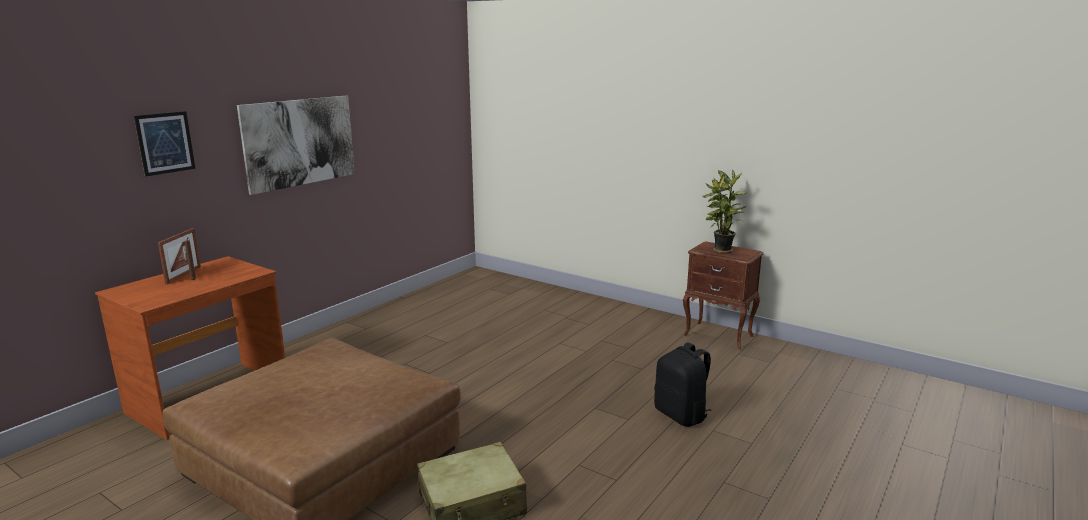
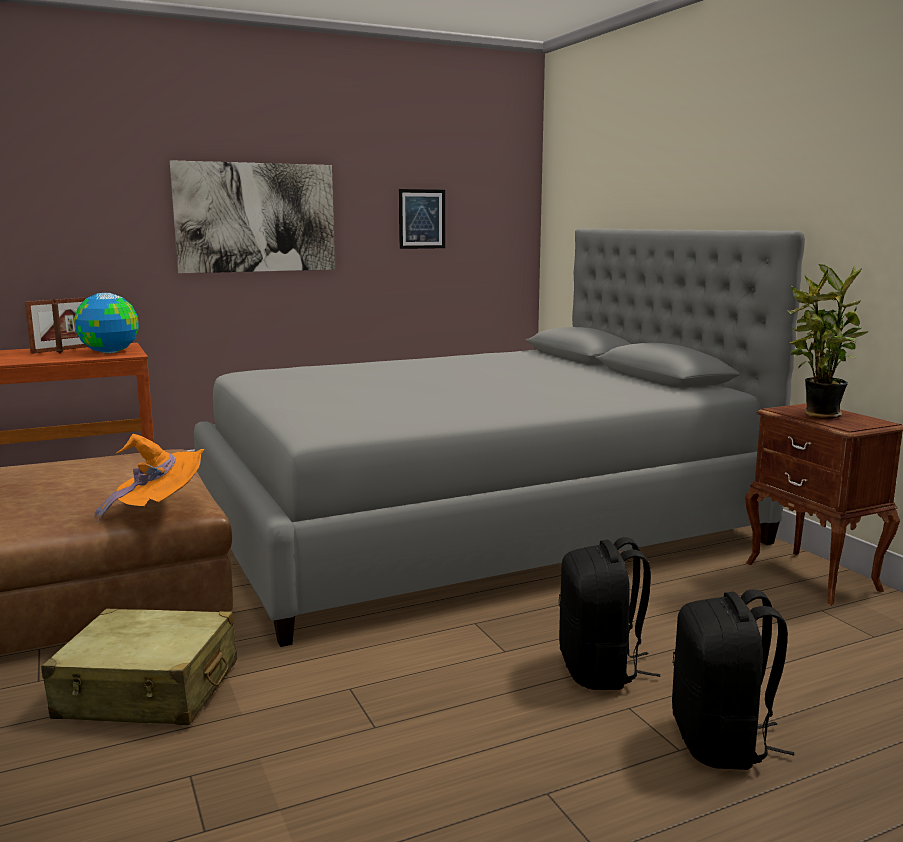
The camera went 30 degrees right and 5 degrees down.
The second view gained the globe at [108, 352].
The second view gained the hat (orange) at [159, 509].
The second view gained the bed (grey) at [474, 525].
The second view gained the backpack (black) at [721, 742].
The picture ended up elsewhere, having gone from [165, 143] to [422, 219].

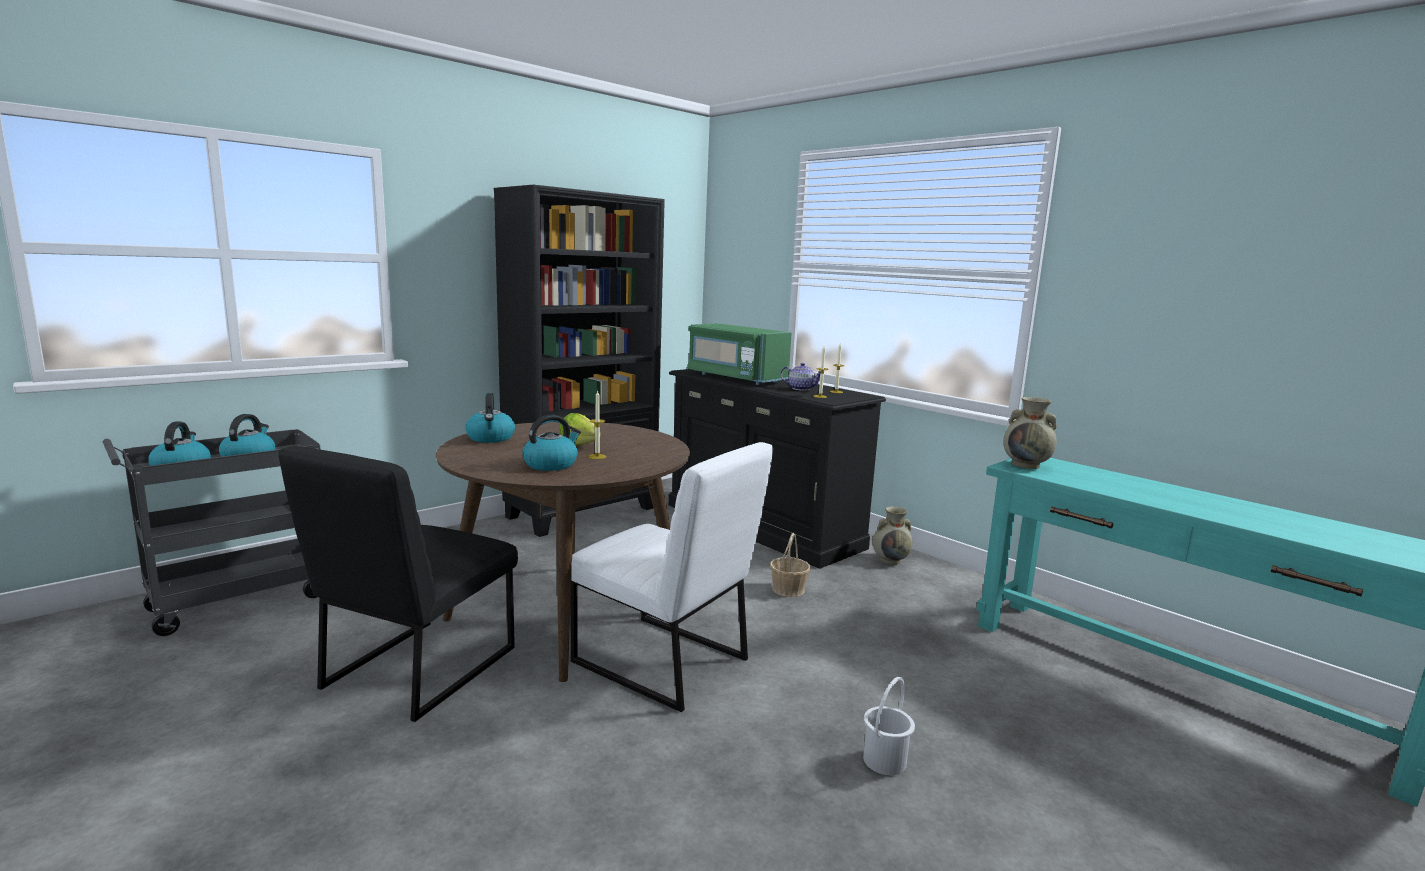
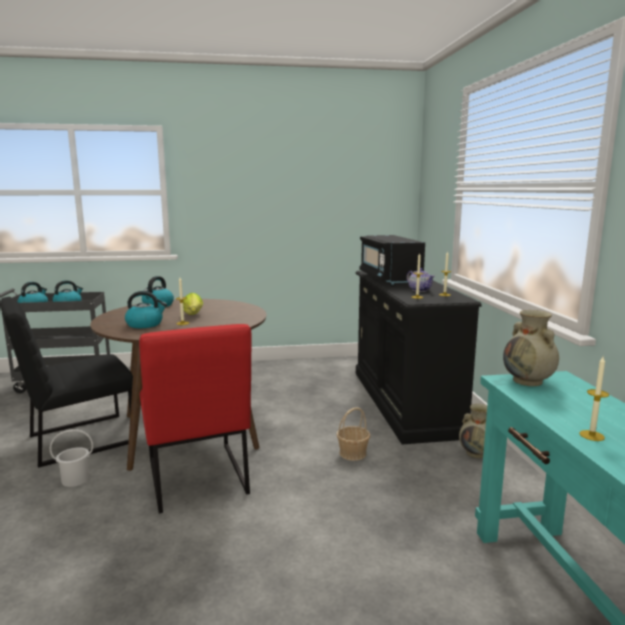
The camera went 35 degrees right and 0 degrees up.
The second view lost the bookcase (black) at [583, 513].
The second view gained the candle at [591, 435].
The bucket (white) ended up elsewhere, having gone from [885, 761] to [75, 479].
What was the chair (white) at [664, 662] turned into the chair (red) at [196, 478].
What was the microwave (green) at [734, 378] turned into the microwave (black) at [389, 278].

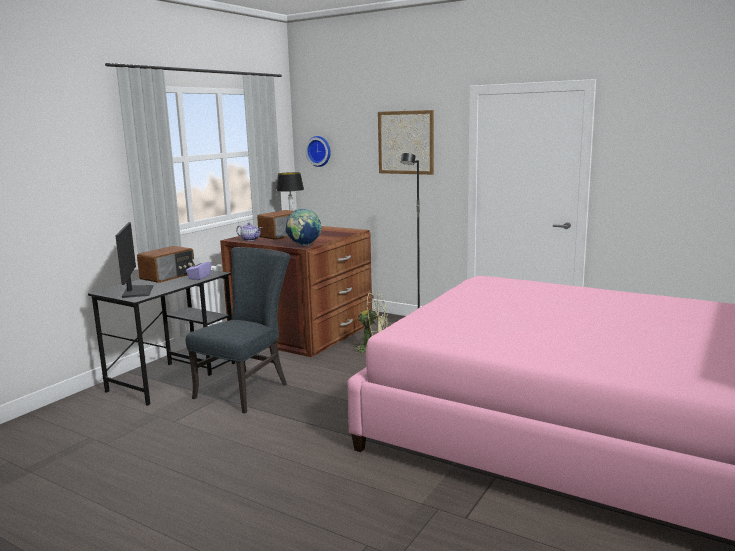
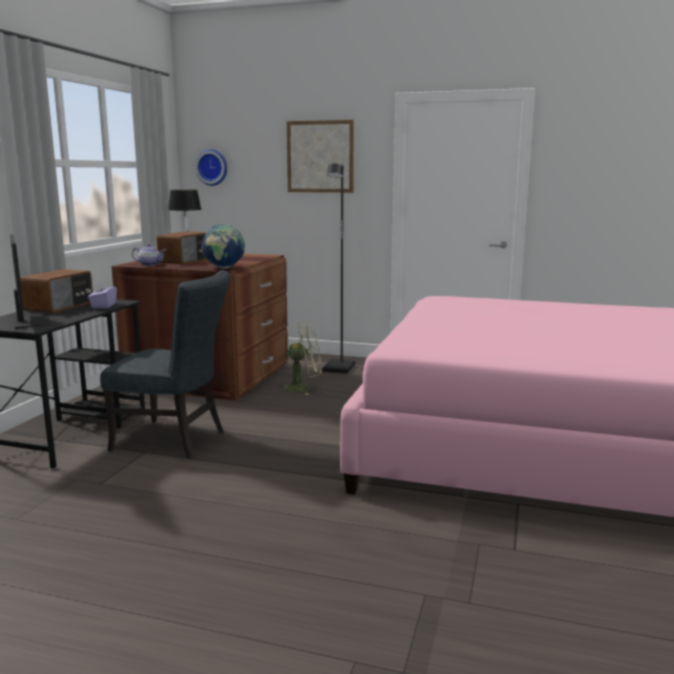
The camera went 15 degrees left and 0 degrees up.
The chair (grey) at [246, 389] ended up facing another way, 90 degrees clockwise from before.

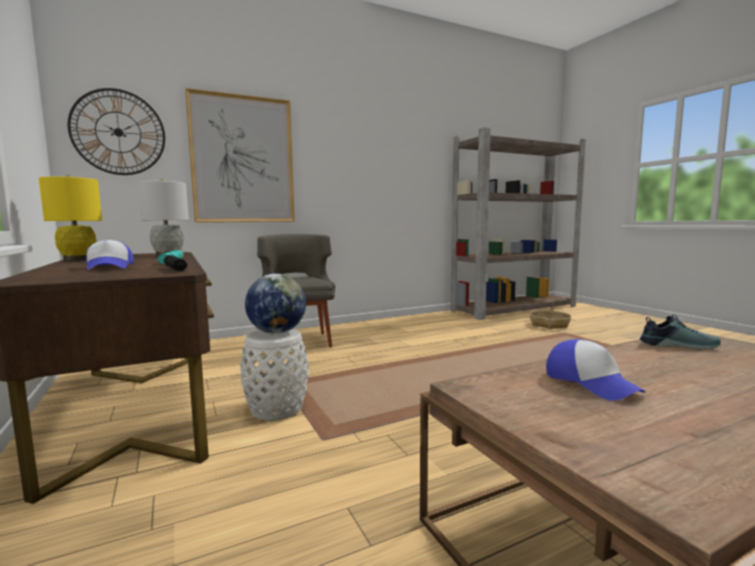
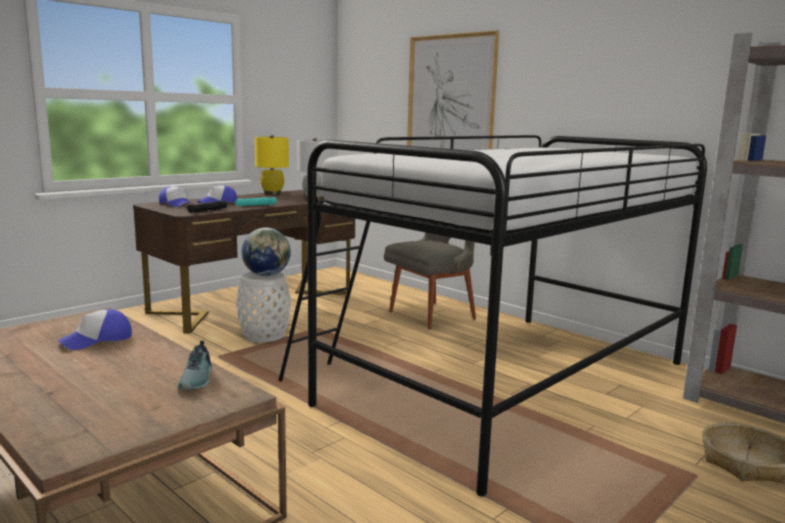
The camera went 70 degrees right and 5 degrees up.
The second view lost the wall clock at [118, 132].
The second view gained the cap at [176, 204].
The second view gained the bed (black) at [505, 382].

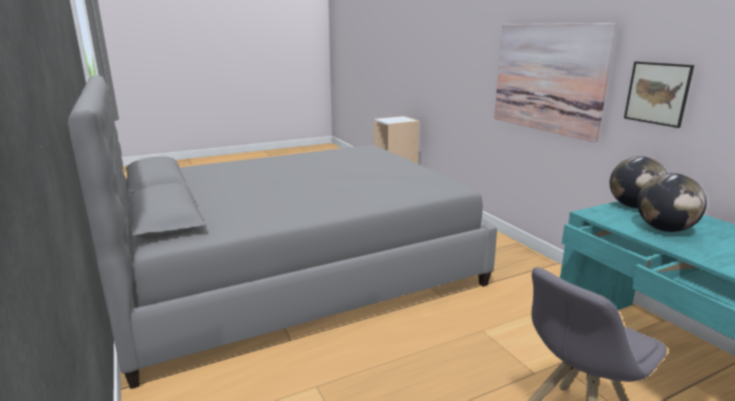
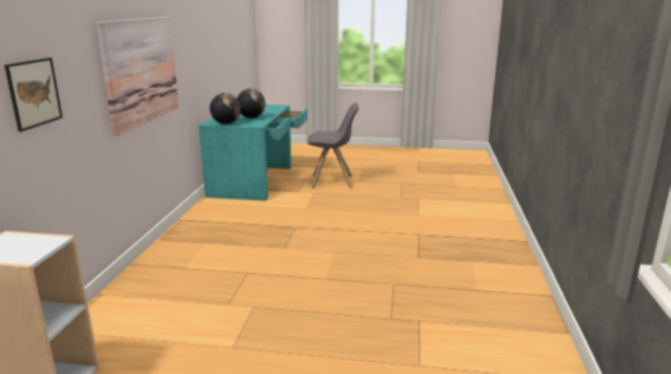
The camera went 145 degrees left and 0 degrees up.
The second view lost the bed (grey) at [295, 271].
The picture ended up elsewhere, having gone from [657, 93] to [34, 93].

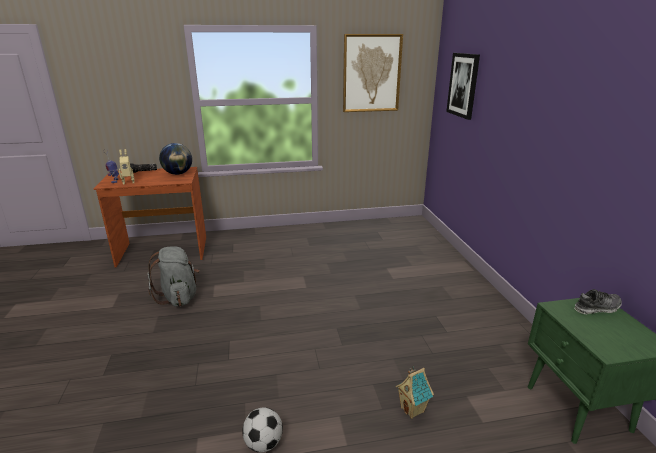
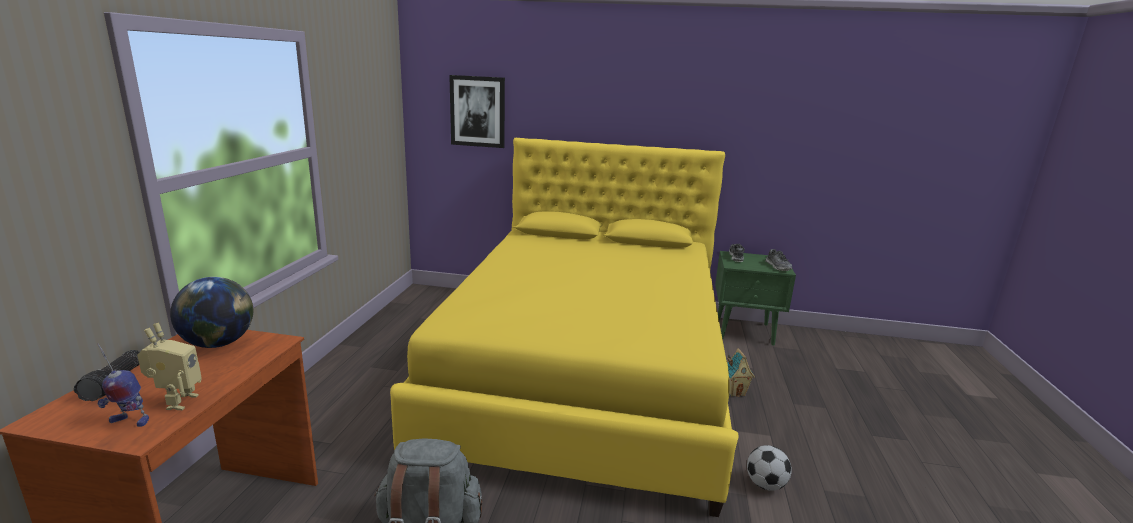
The camera went 70 degrees left and 5 degrees down.
The second view lost the picture at [371, 73].
The second view gained the bed (yellow) at [586, 372].
The second view gained the shoe at [778, 266].

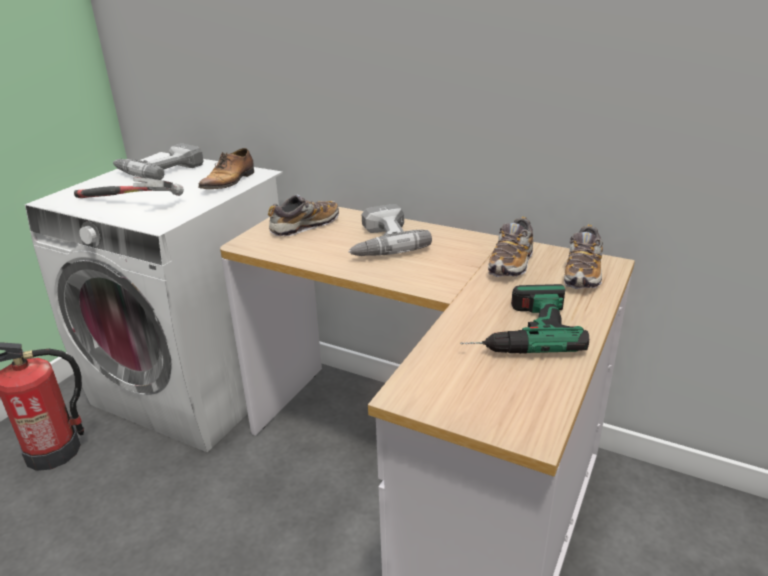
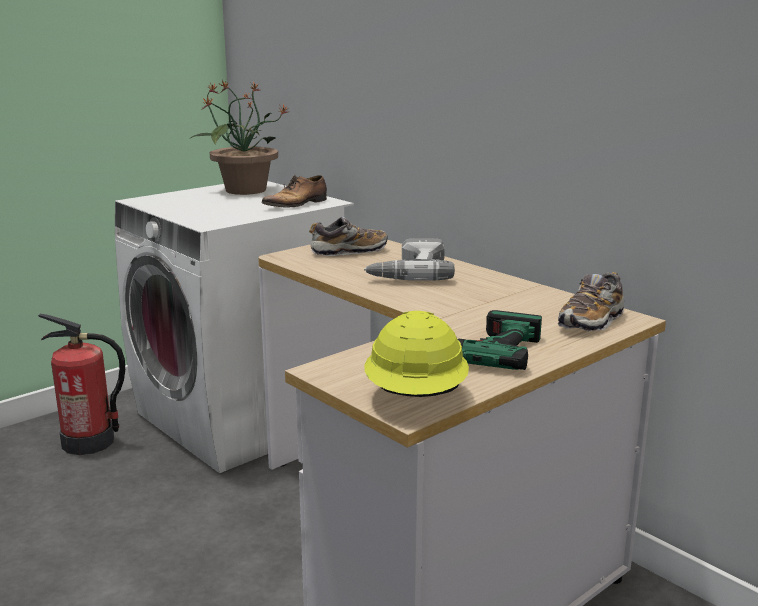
The camera went 20 degrees right and 10 degrees down.
The second view lost the hammer at [129, 203].
The second view lost the shoe at [511, 264].
The second view gained the hard hat (yellow) at [416, 397].
Where the power drill stood at [159, 170], the potted plant came to stand at [244, 190].

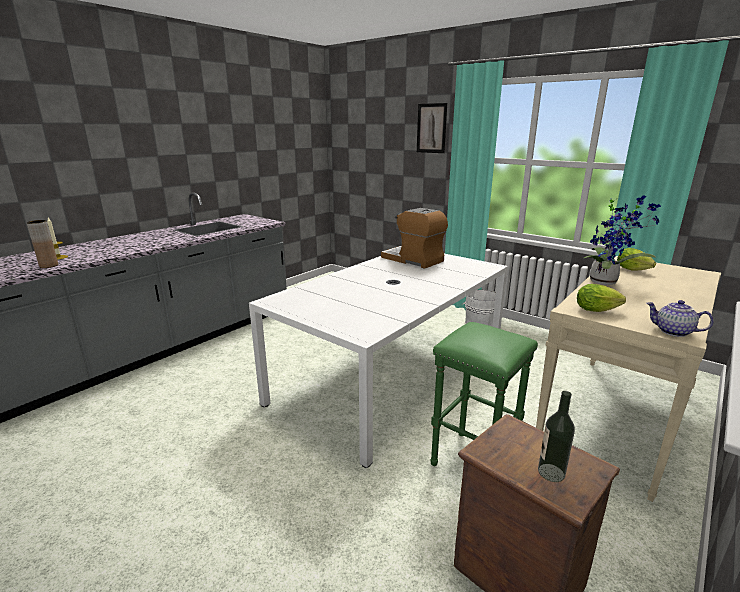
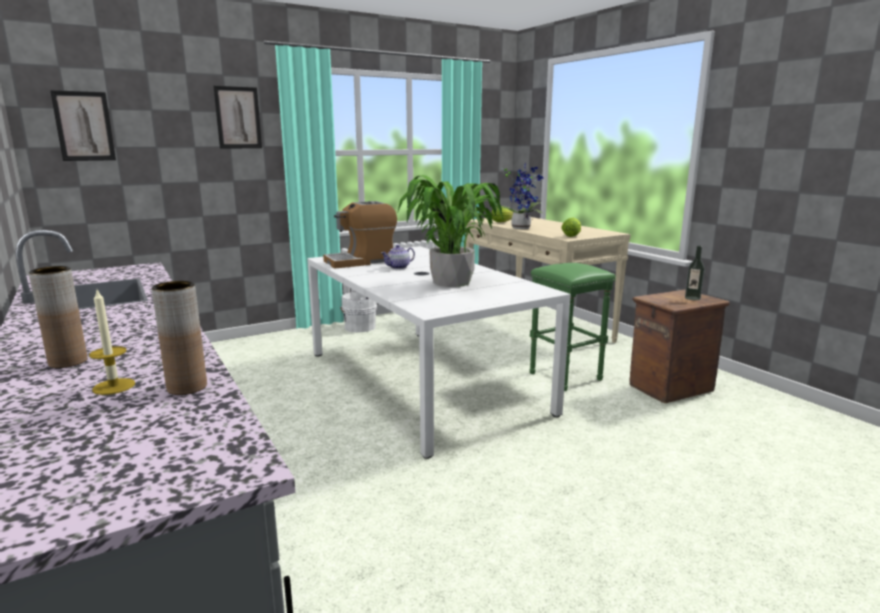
The camera went 70 degrees left and 5 degrees down.
The second view gained the vase (brown) at [68, 362].
The second view gained the picture at [84, 126].
The second view gained the potted plant at [452, 282].
The teapot ended up elsewhere, having gone from [672, 332] to [398, 267].

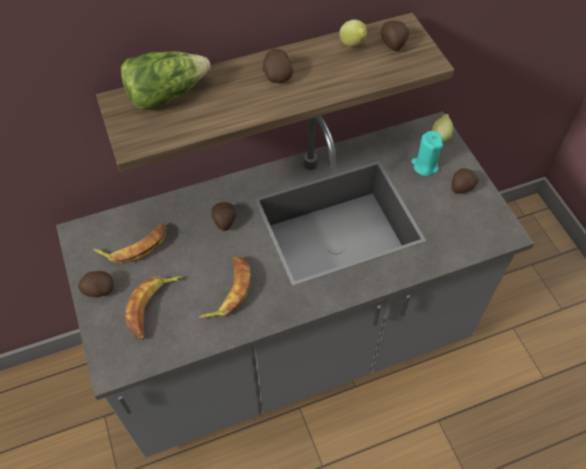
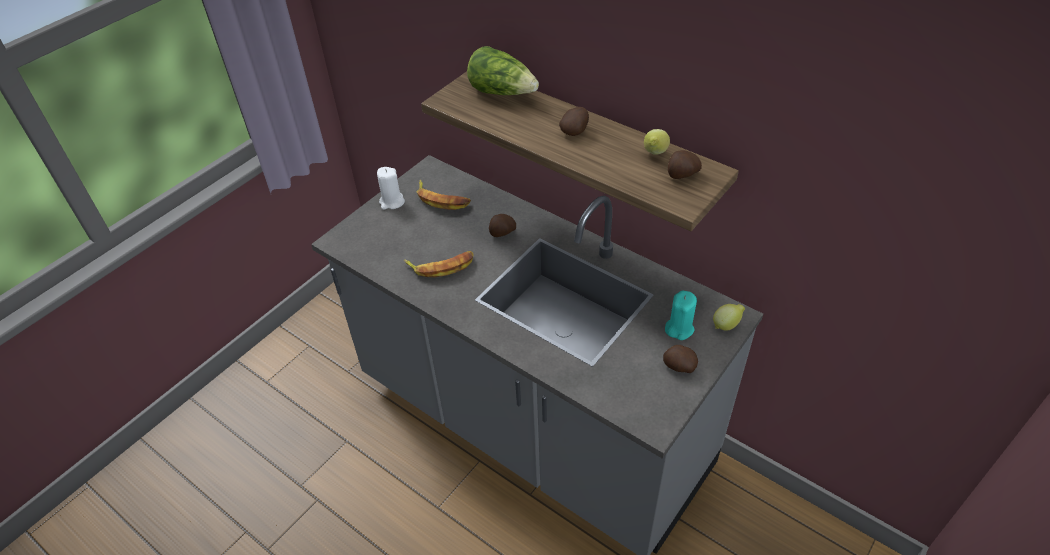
The camera went 60 degrees right and 10 degrees down.
The second view lost the banana at [153, 308].
Where the potato stood at [98, 290], the candle (white) came to stand at [392, 202].

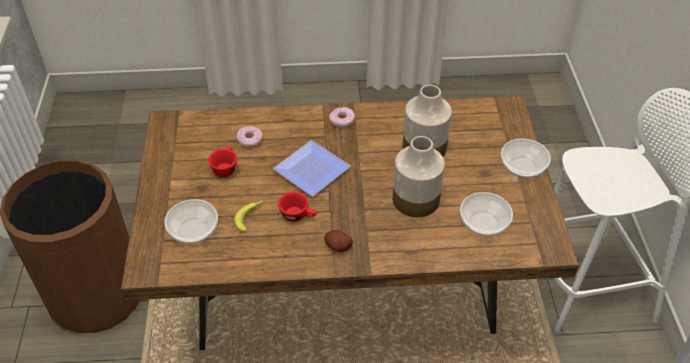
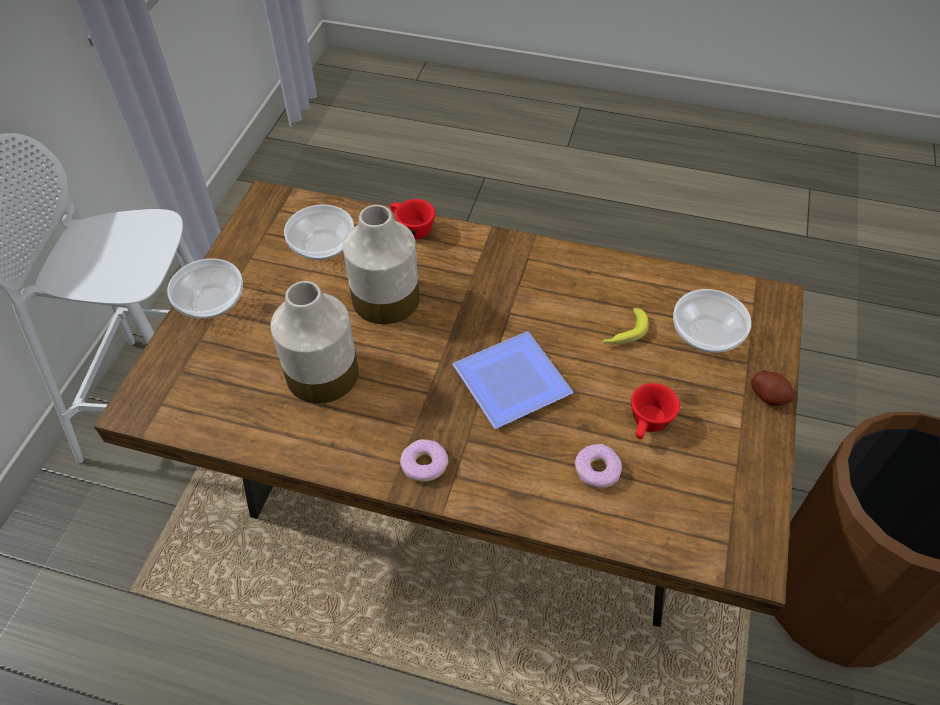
The camera went 160 degrees left and 5 degrees up.
The cup (red) ended up elsewhere, having gone from [298, 216] to [411, 228].
The potato ended up elsewhere, having gone from [338, 246] to [769, 396].

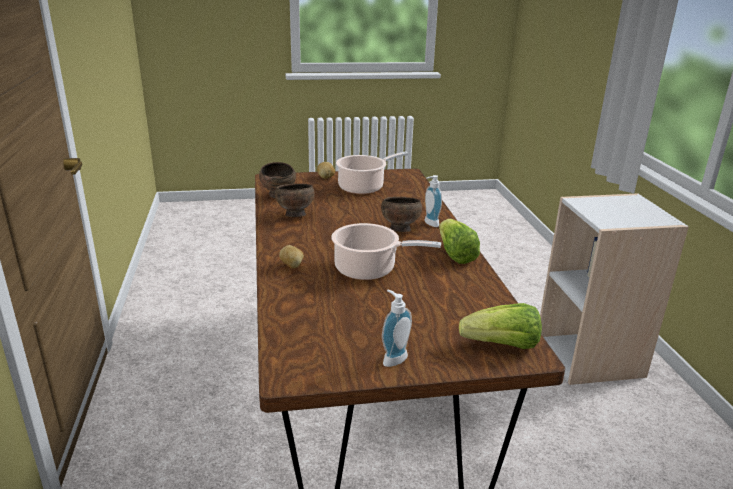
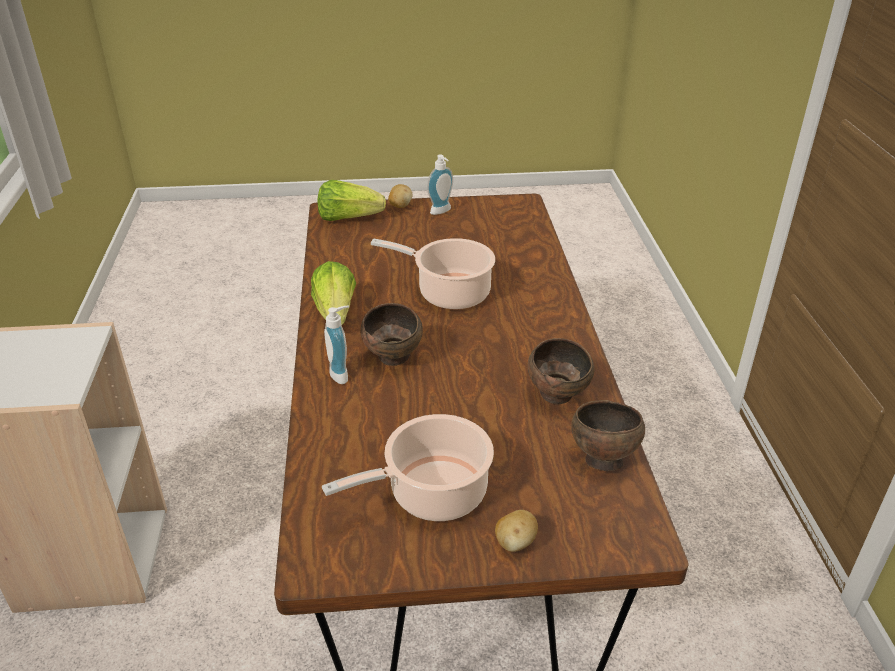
The camera went 175 degrees left and 10 degrees up.
The potato ended up elsewhere, having gone from [292, 266] to [400, 206].

